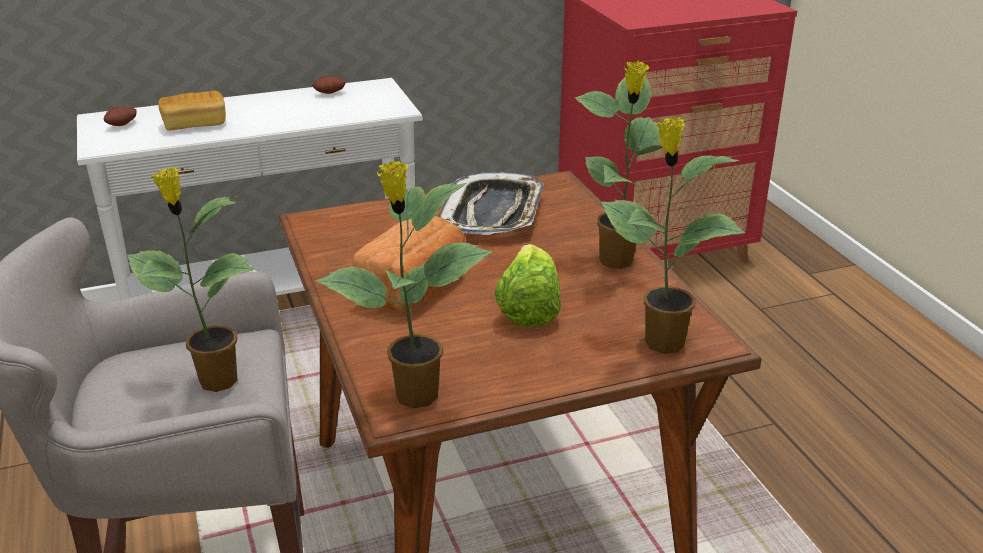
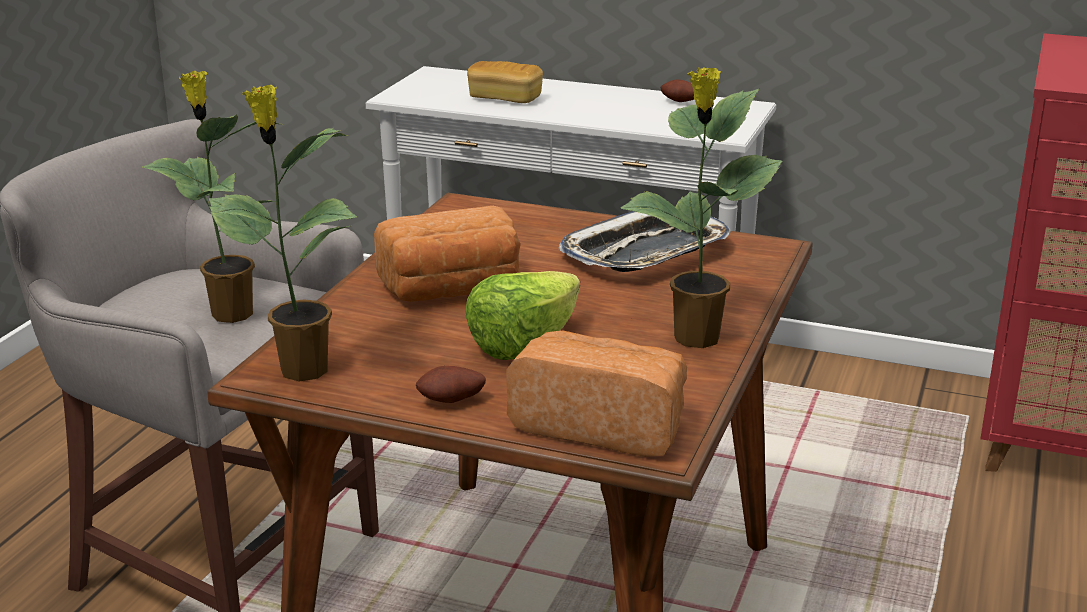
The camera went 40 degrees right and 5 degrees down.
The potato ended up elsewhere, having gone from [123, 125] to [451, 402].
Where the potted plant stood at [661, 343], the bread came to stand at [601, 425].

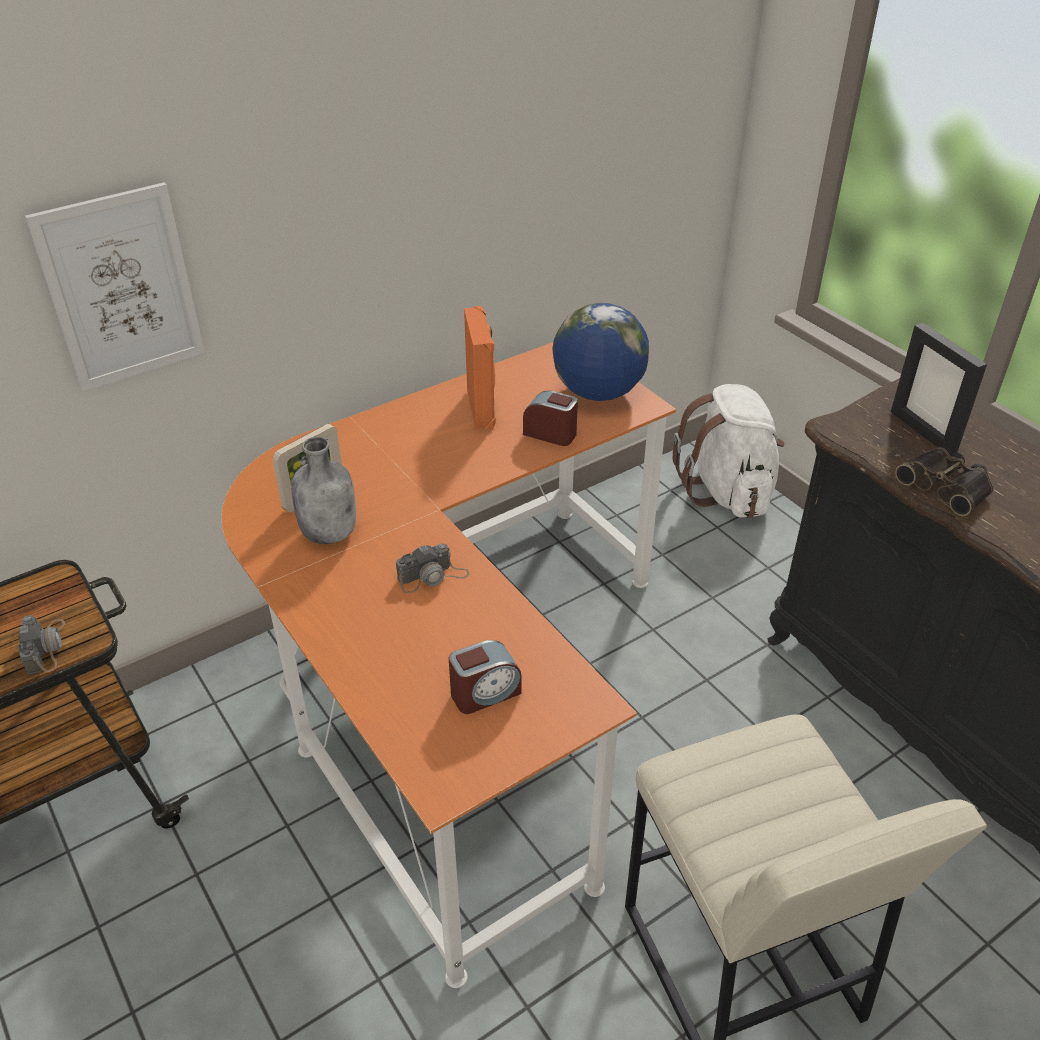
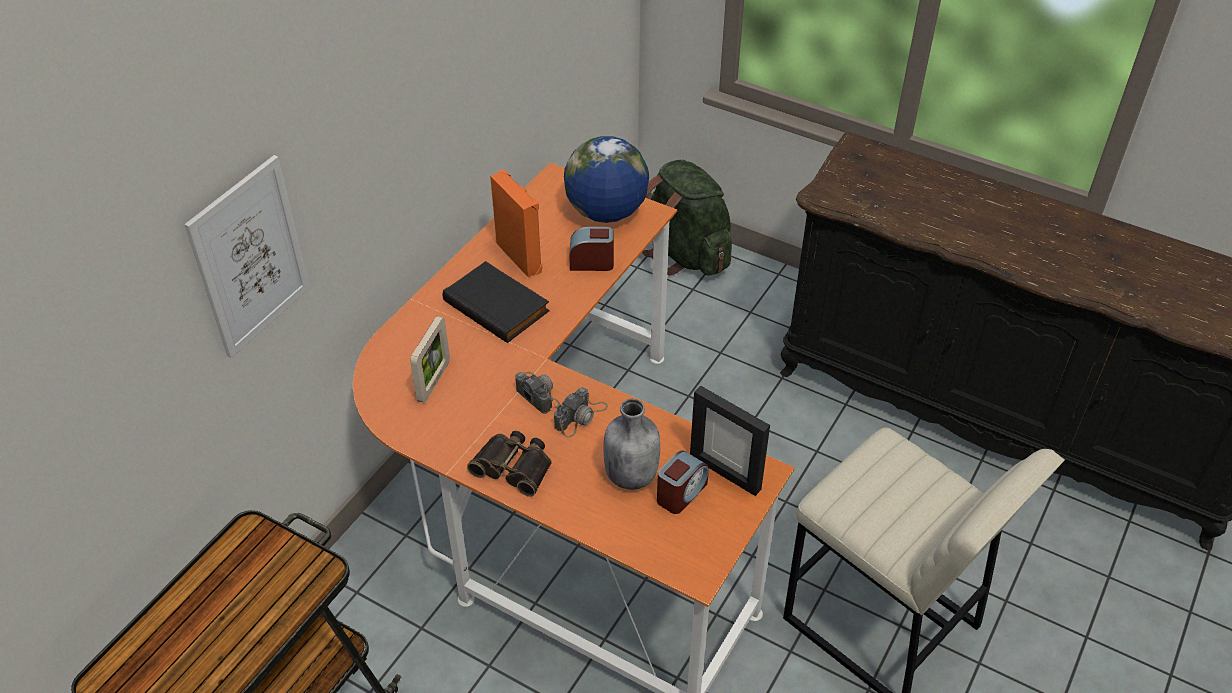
The camera went 25 degrees left and 5 degrees up.
The second view gained the book (black) at [498, 305].
The photo camera ended up elsewhere, having gone from [46, 646] to [536, 392].
The bottle (grey) ended up elsewhere, having gone from [330, 533] to [631, 475].
The picture frame ended up elsewhere, having gone from [924, 431] to [726, 471].
The binoculars ended up elsewhere, having gone from [947, 486] to [514, 466].
What was the backpack (white) at [727, 491] turned into the backpack (green) at [685, 254].

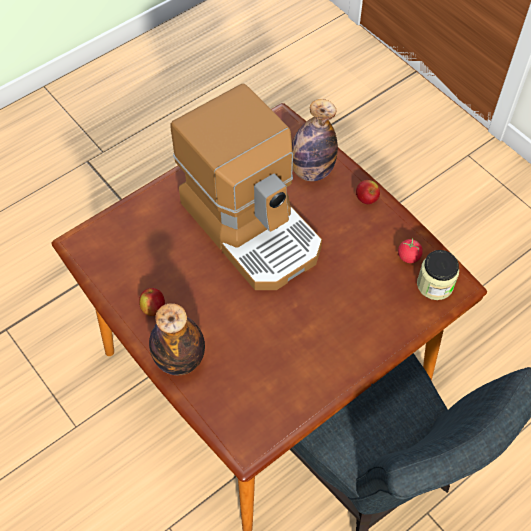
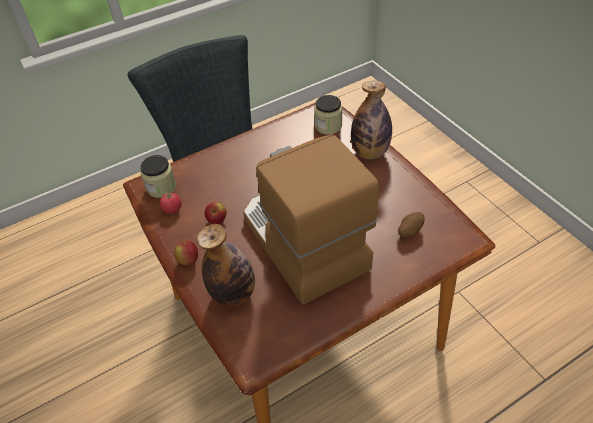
The camera went 170 degrees left and 10 degrees down.
The second view gained the jar at [328, 126].
The second view gained the potato at [409, 231].
The apple ended up elsewhere, having gone from [153, 308] to [217, 220].

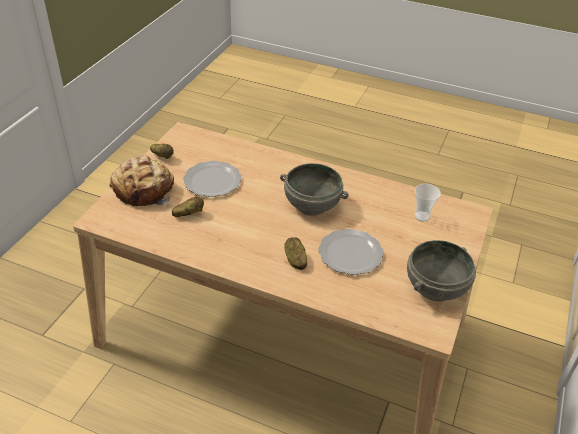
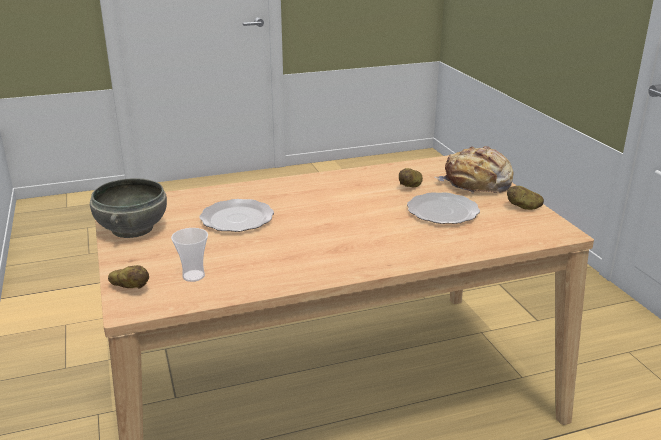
The camera went 140 degrees right and 15 degrees down.
The second view lost the bowl (grey) at [311, 205].
The potato ended up elsewhere, having gone from [295, 260] to [130, 288].

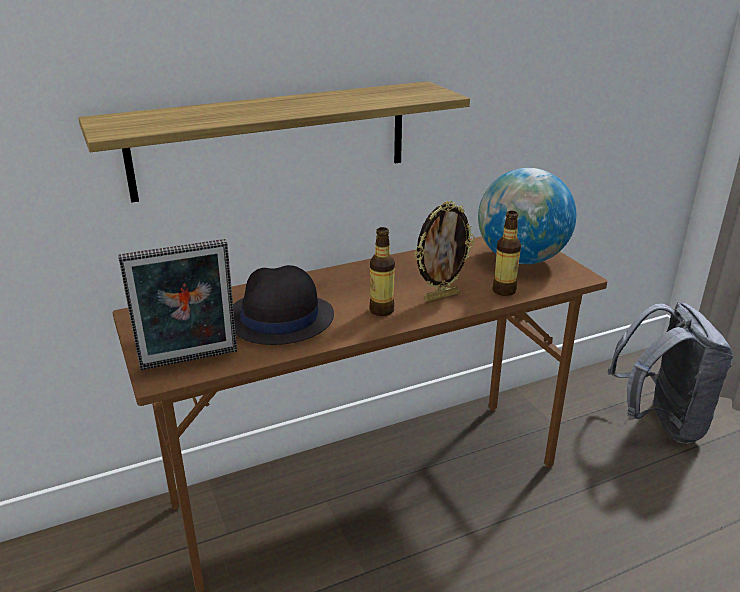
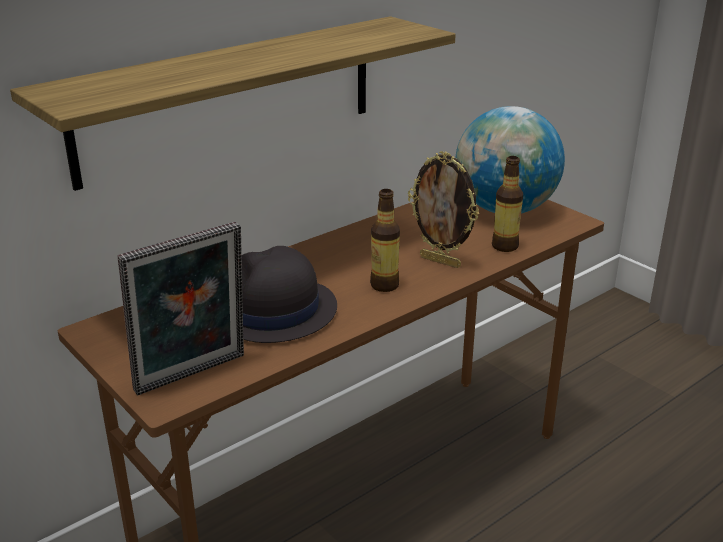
The camera went 15 degrees left and 0 degrees up.
The second view lost the backpack (grey) at [660, 422].
The picture frame at [440, 296] ended up facing another way, 75 degrees clockwise from before.

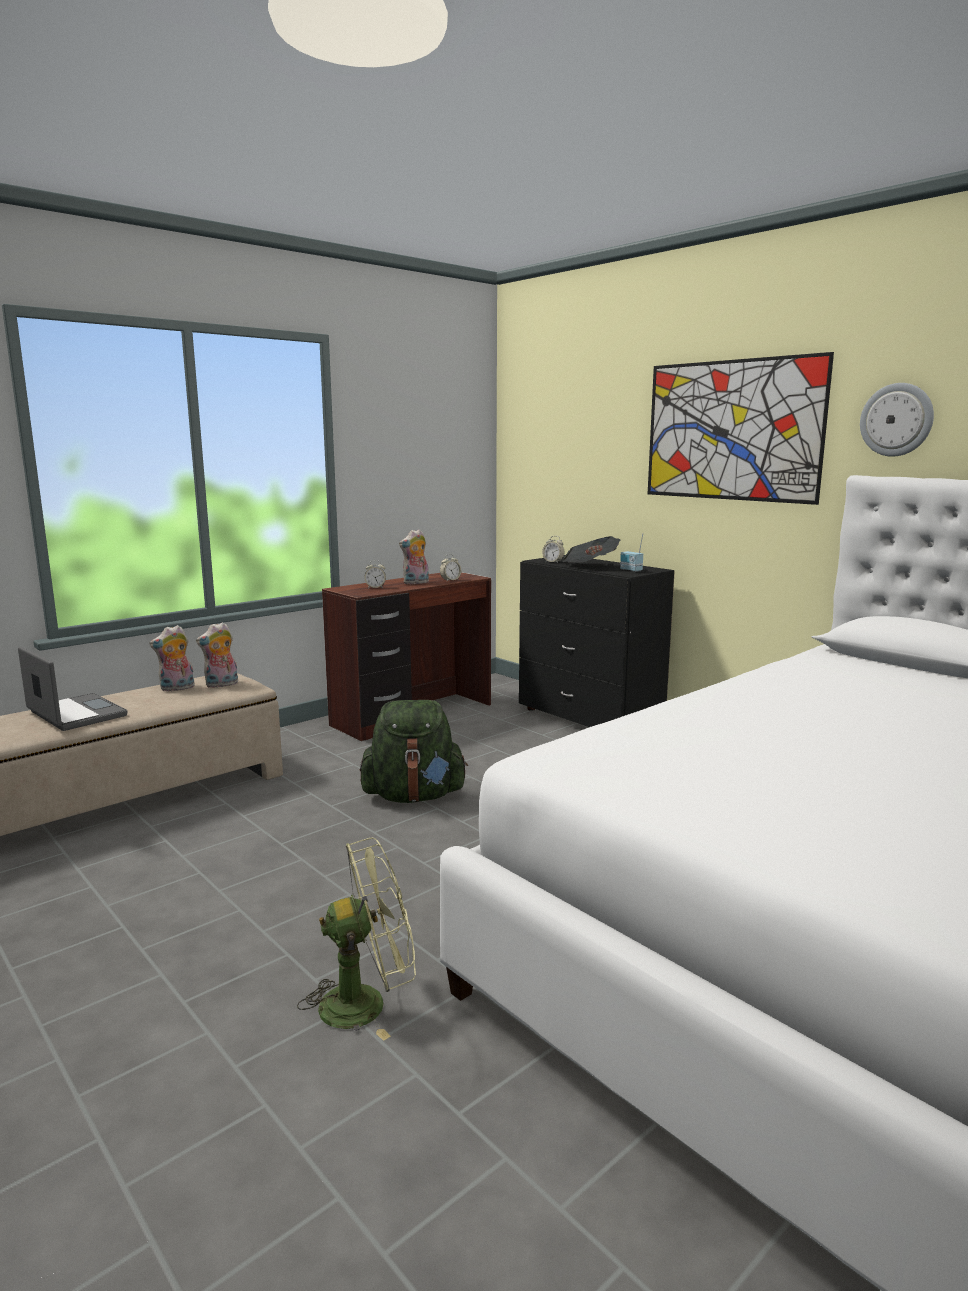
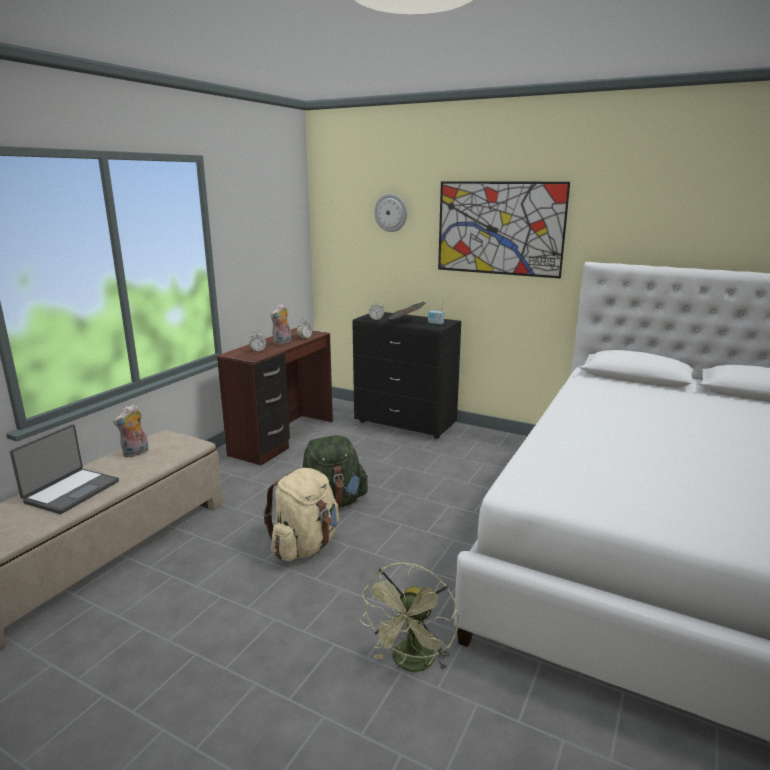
The camera went 20 degrees left and 5 degrees up.
The second view lost the plush toy at [221, 685].
The second view gained the backpack (beige) at [305, 546].
The wall clock ended up elsewhere, having gone from [896, 420] to [391, 212].
The laptop at [75, 714] ended up facing another way, 90 degrees clockwise from before.
The fan (green) at [366, 1002] ended up facing another way, 150 degrees clockwise from before.

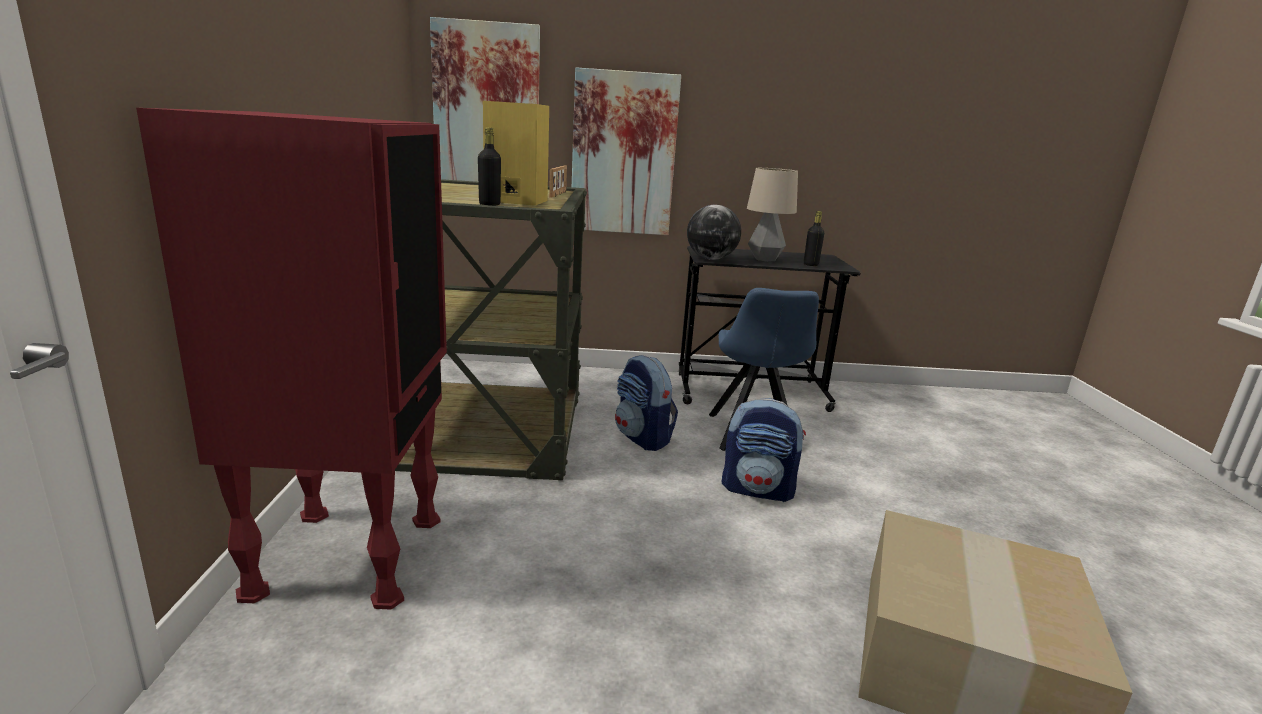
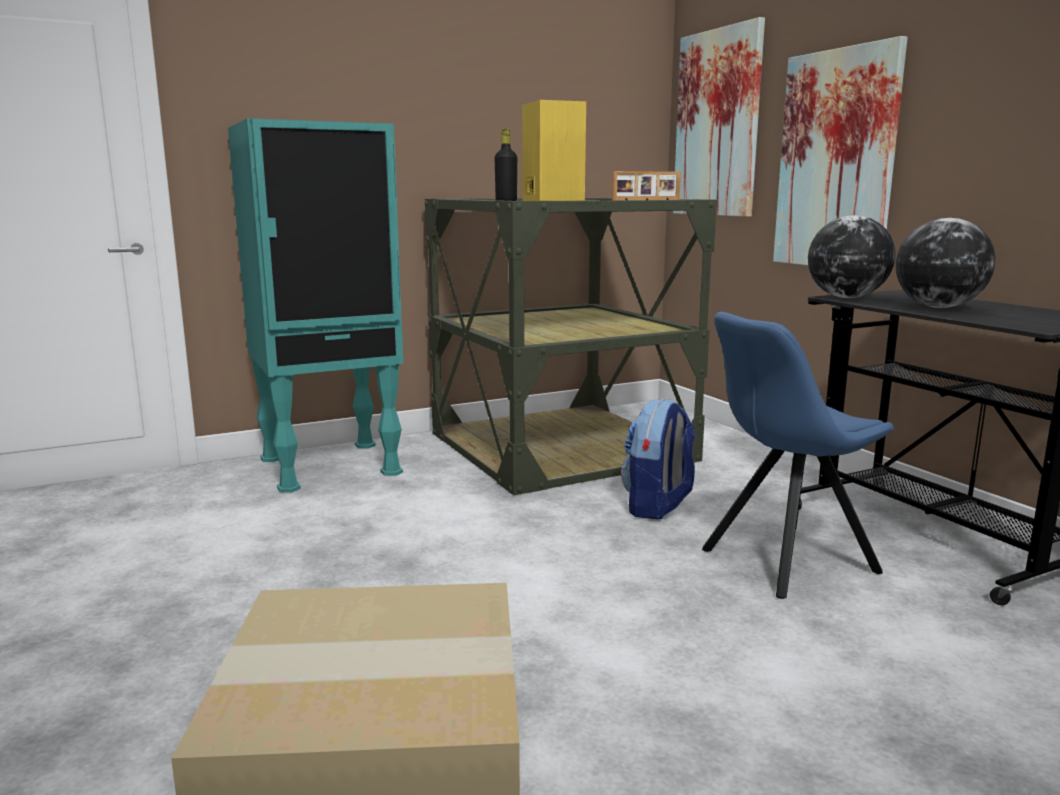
The camera went 65 degrees right and 5 degrees down.
The second view lost the backpack at [758, 489].
The second view lost the bottle (black) at [810, 265].
Where the table lamp stood at [765, 259], the globe came to stand at [939, 307].
What was the cabinet (red) at [351, 553] turned into the cabinet (turquoise) at [332, 465].

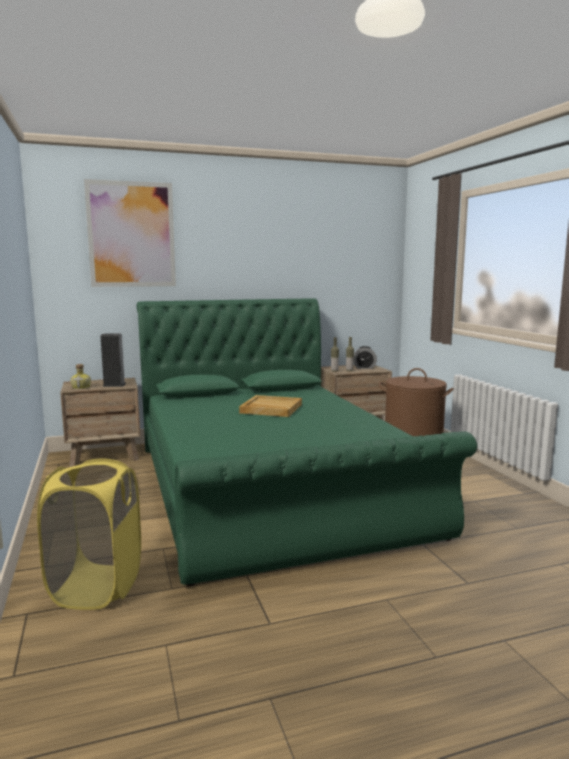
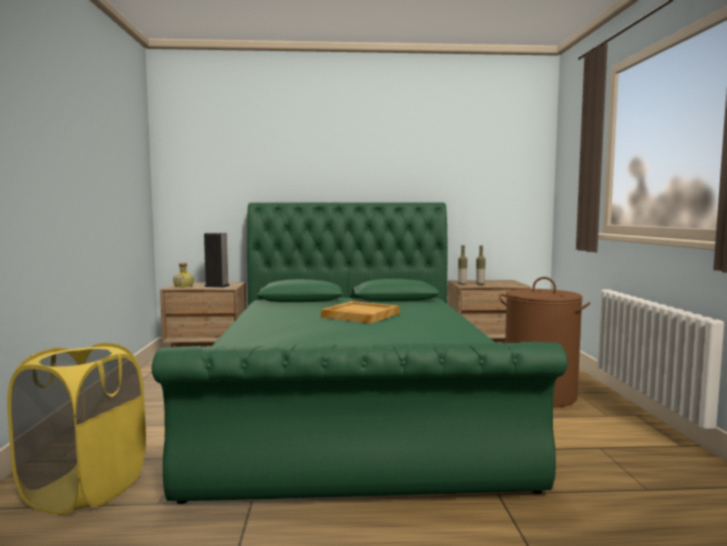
The camera went 15 degrees right and 5 degrees down.
The second view lost the picture at [131, 234].
The second view lost the alarm clock at [364, 367].

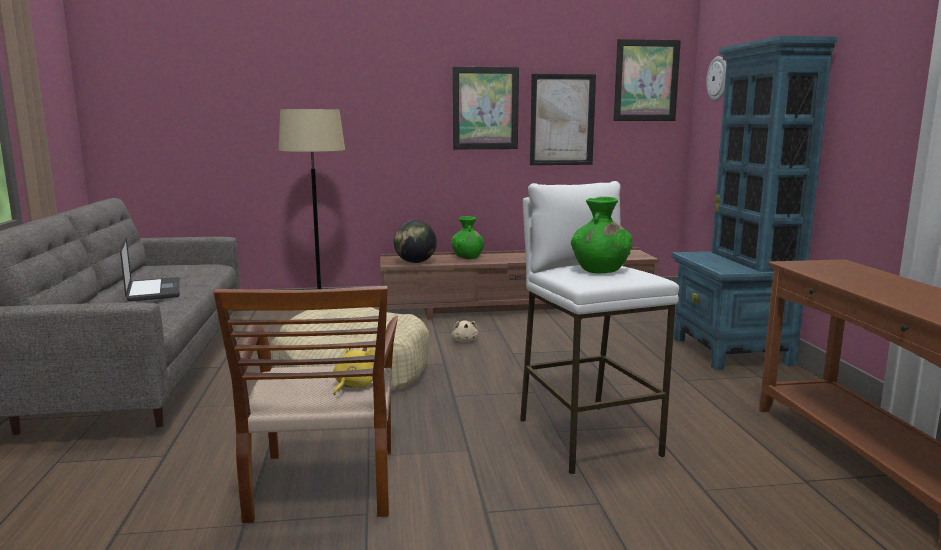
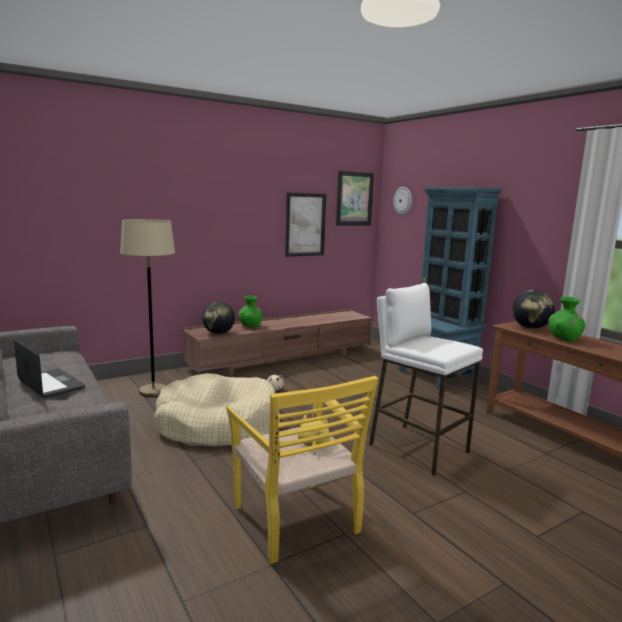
The camera went 25 degrees left and 0 degrees up.
The second view lost the picture at [485, 108].
The second view gained the globe at [530, 328].
The vase (green) ended up elsewhere, having gone from [600, 270] to [564, 338].
What was the armchair (brown) at [324, 486] turned into the armchair (yellow) at [296, 521].

